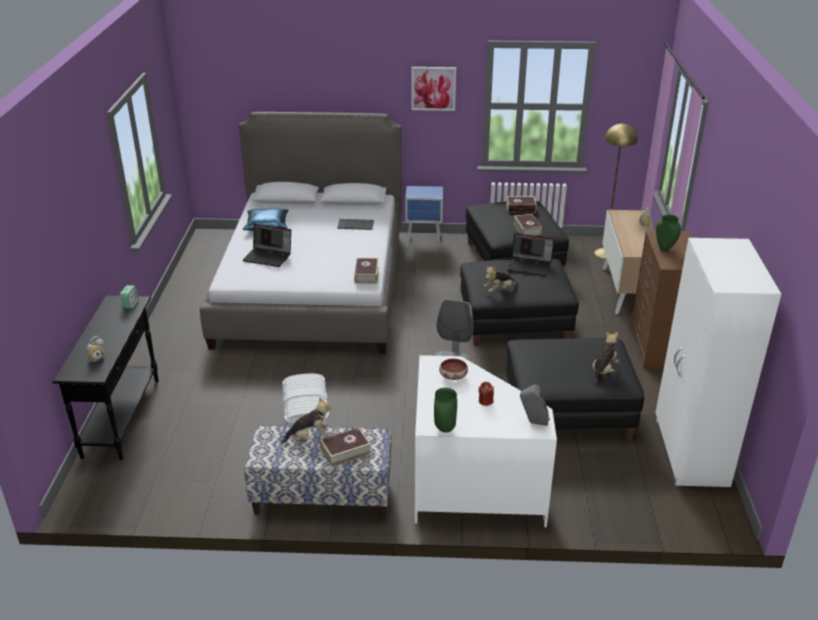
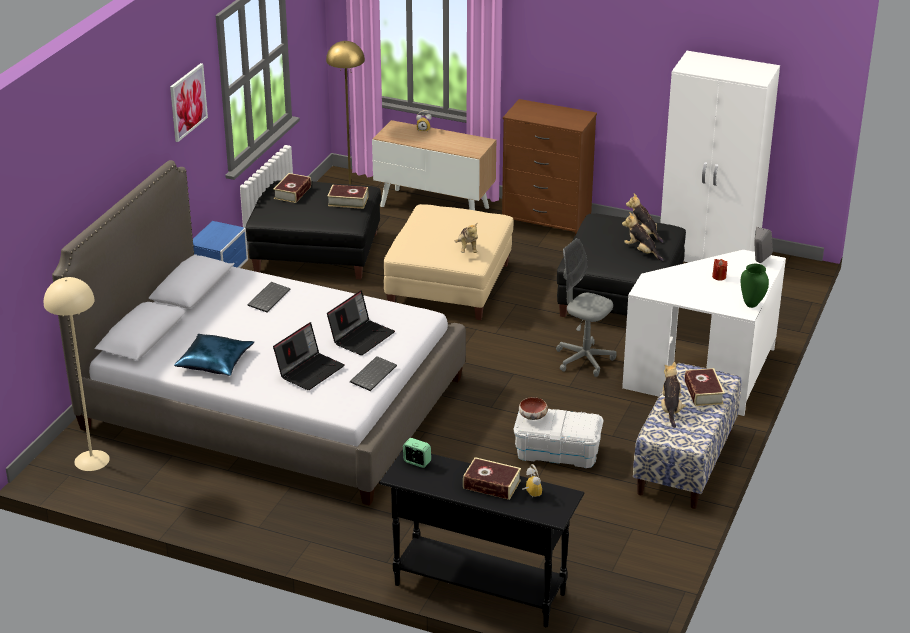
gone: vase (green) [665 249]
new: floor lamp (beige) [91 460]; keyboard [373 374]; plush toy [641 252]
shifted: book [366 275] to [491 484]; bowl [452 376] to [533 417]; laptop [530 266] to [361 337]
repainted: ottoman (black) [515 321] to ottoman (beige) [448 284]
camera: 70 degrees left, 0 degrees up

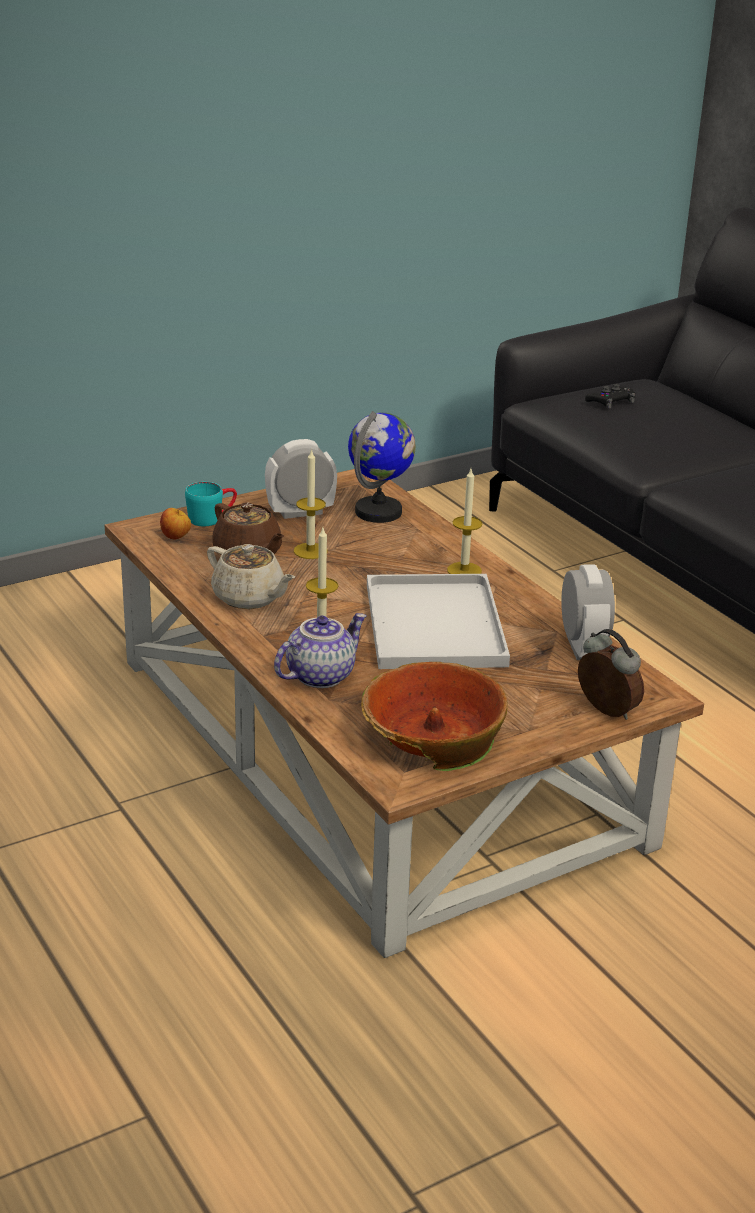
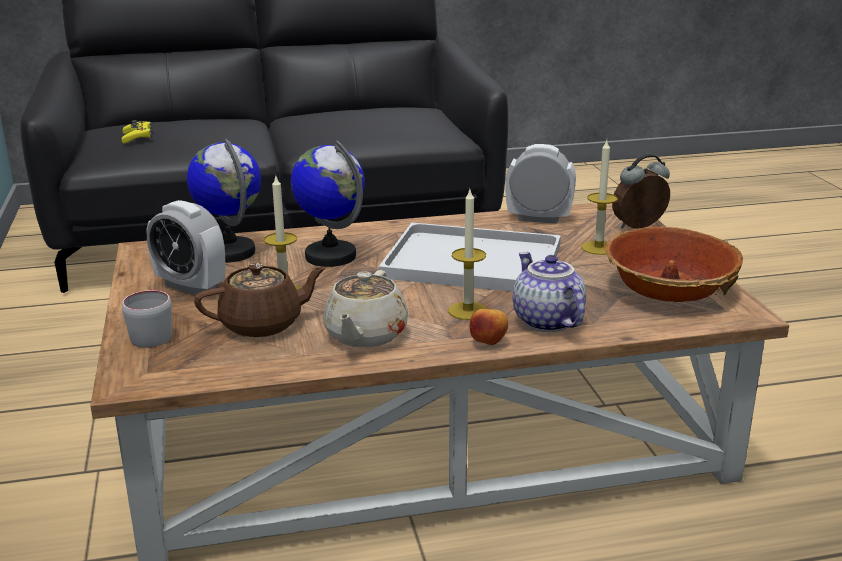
new: globe [330 256]
shifted: apple [176 538] to [488 343]; candle [464 570] to [598 248]
repainted: mug (turquoise) [212 517] to mug (grey) [151 333]; game controller (black) [610 402] to game controller (yellow) [137 137]
rotated: teapot (beige) [249 598] = [365 335] 135 degrees clockwise; alarm clock [300 512] = [190 286] 60 degrees counterclockwise
camera: 70 degrees left, 5 degrees down

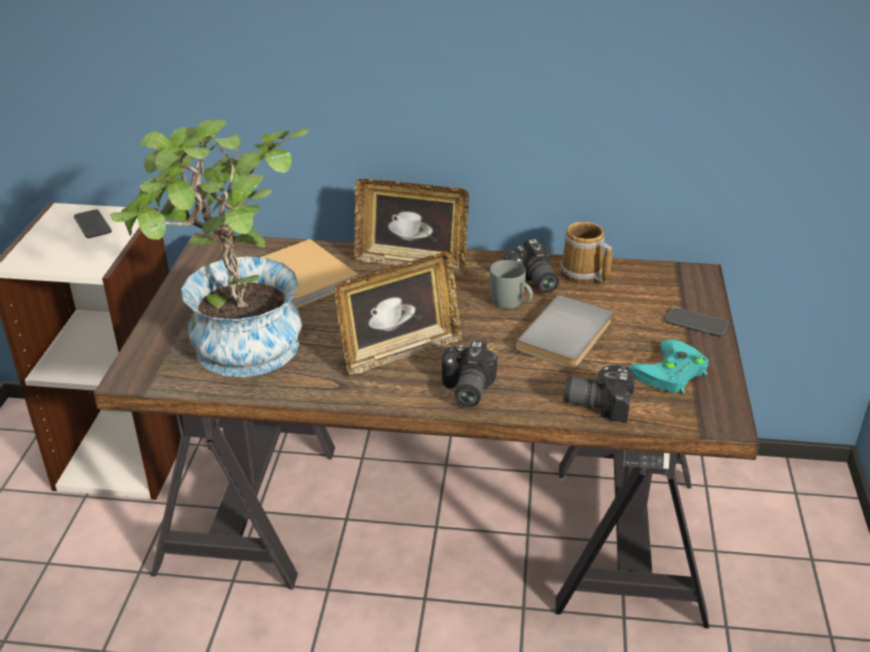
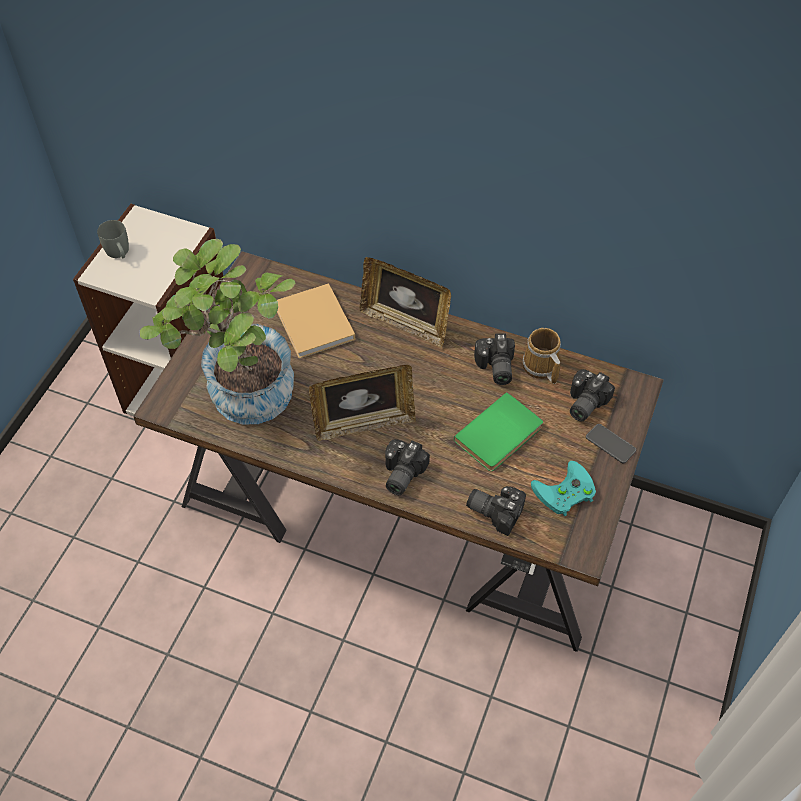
gone: phone [92 225]
new: photo camera [583 403]
shifted: mug (grey) [511 303] to [119 253]
repainted: book (grey) [568 336] to book (green) [500 435]
camera: 15 degrees right, 20 degrees up

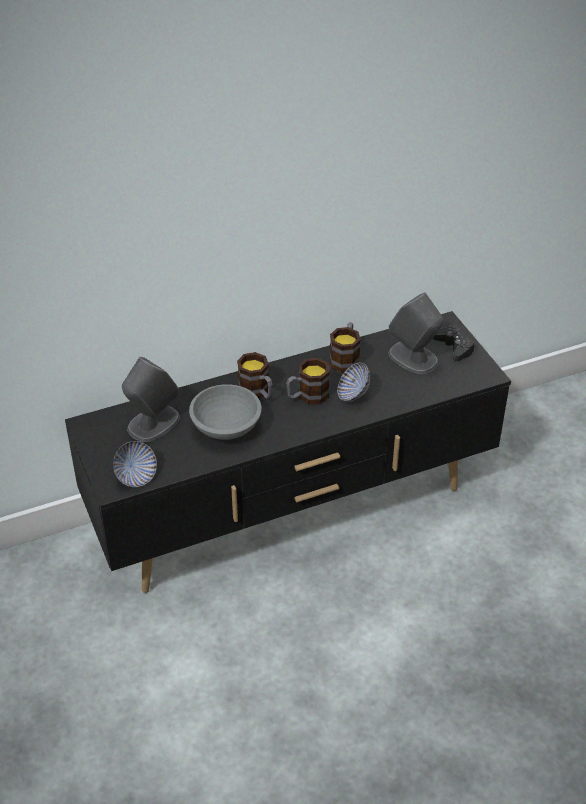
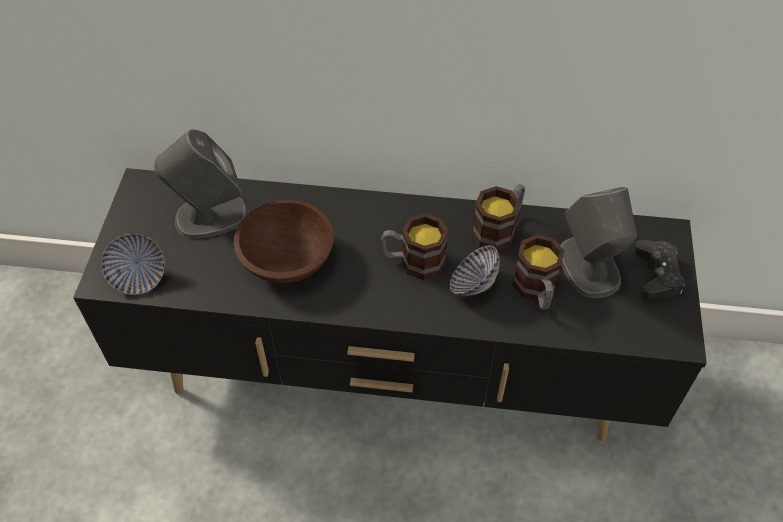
shifted: mug [257 392] to [536 291]
repainted: bowl (grey) [227 427] to bowl (brown) [287 260]
camera: 30 degrees right, 10 degrees up

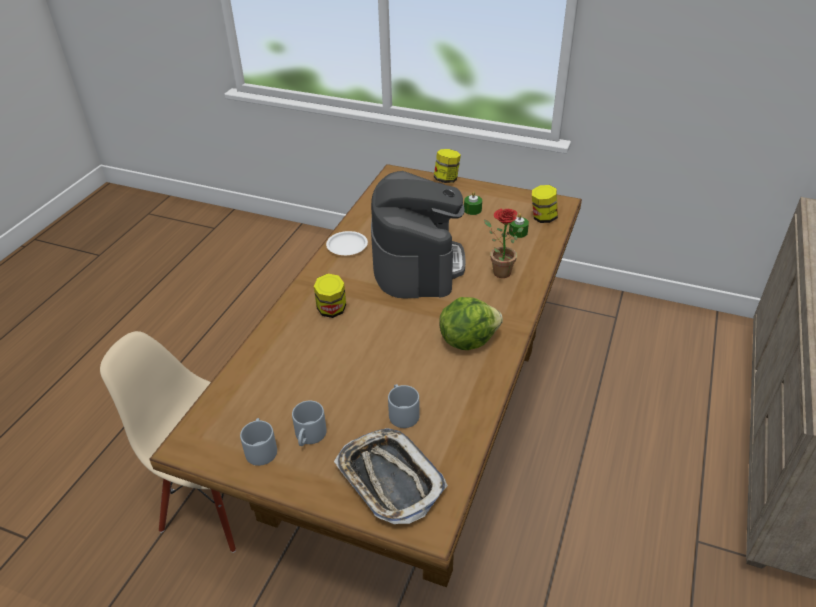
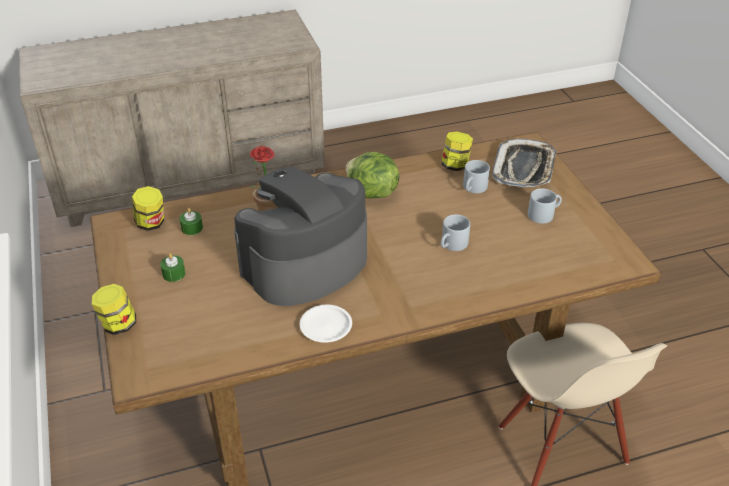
shifted: mug (grey) [260 448] to [452 245]; jar [332 310] to [455 166]
camera: 130 degrees left, 0 degrees up

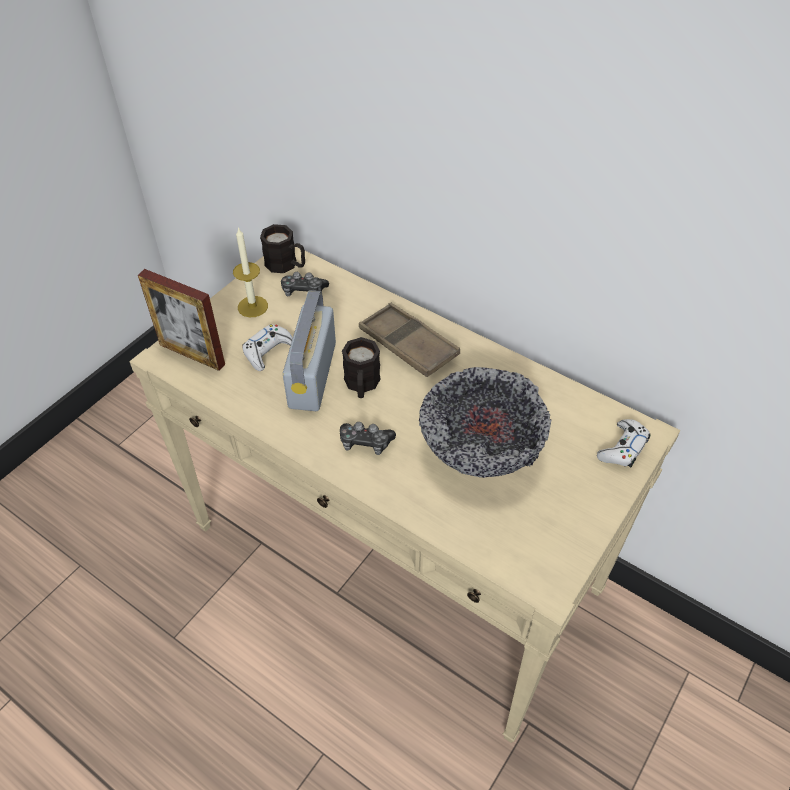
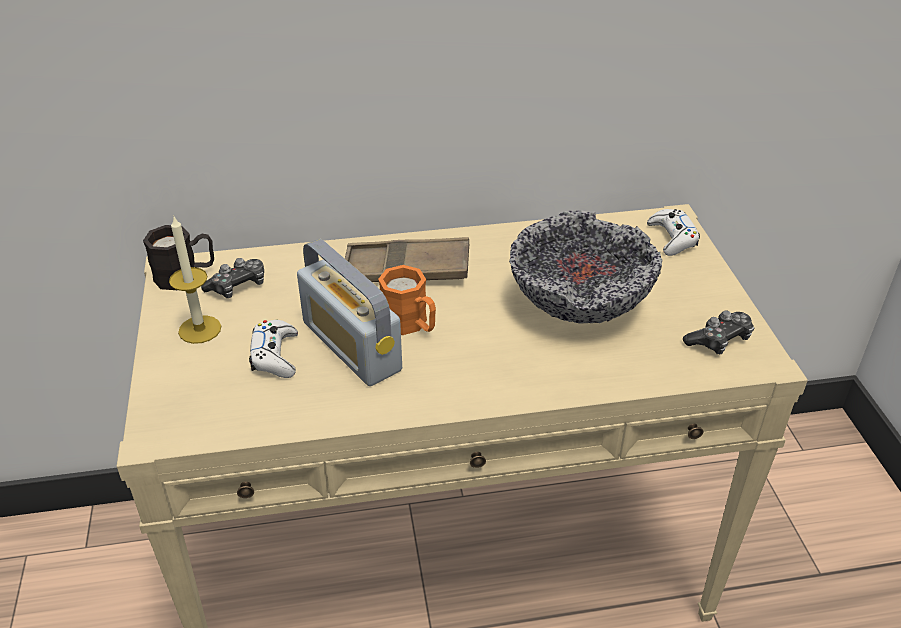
gone: picture frame [192 354]
shifted: game controller [365 443] to [719 340]
repainted: mug (black) [361 385] to mug (orange) [411 324]
camera: 45 degrees left, 10 degrees down

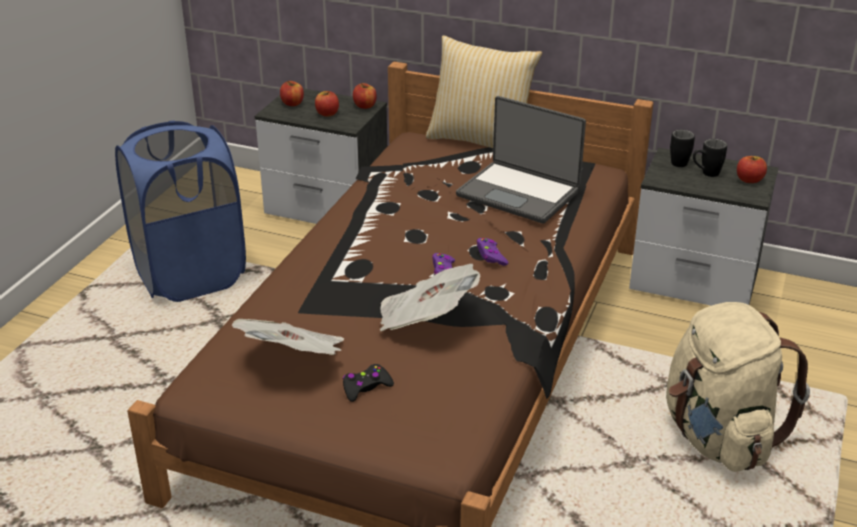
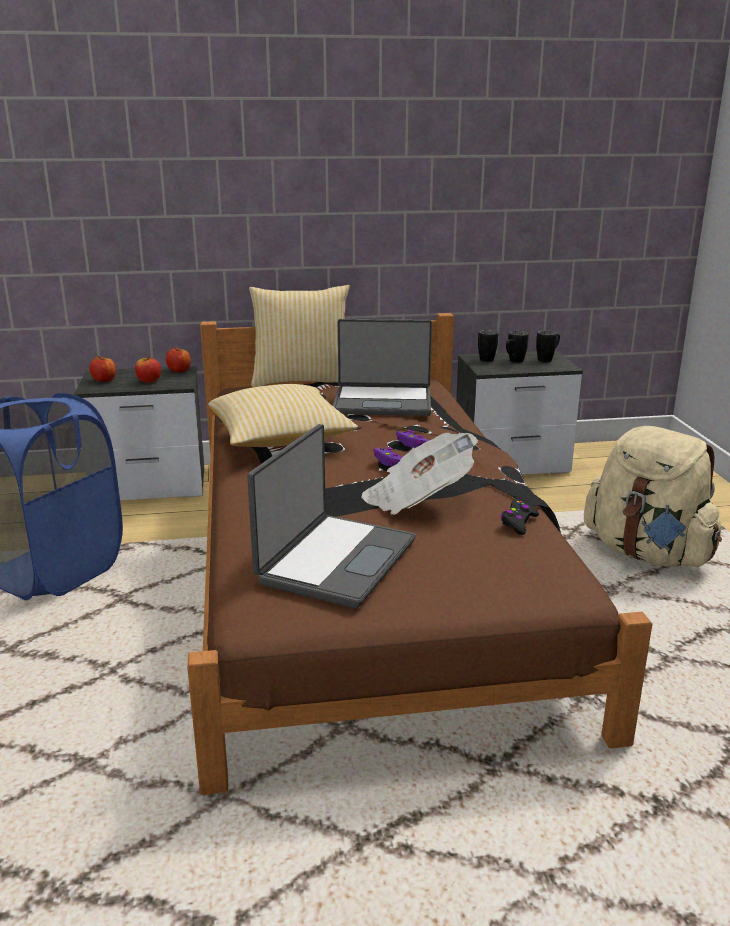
new: pillow [280 439]
shifted: game controller (black) [366 387] to [518 523]
swapped: newspaper [295 359] to laptop [335 560]; apple [749 180] to mug (black) [548 359]
camera: 30 degrees left, 10 degrees down

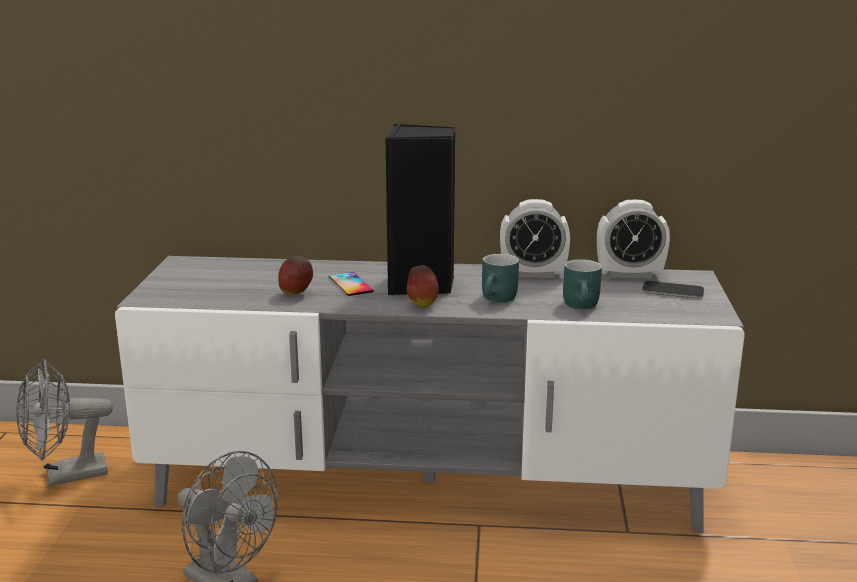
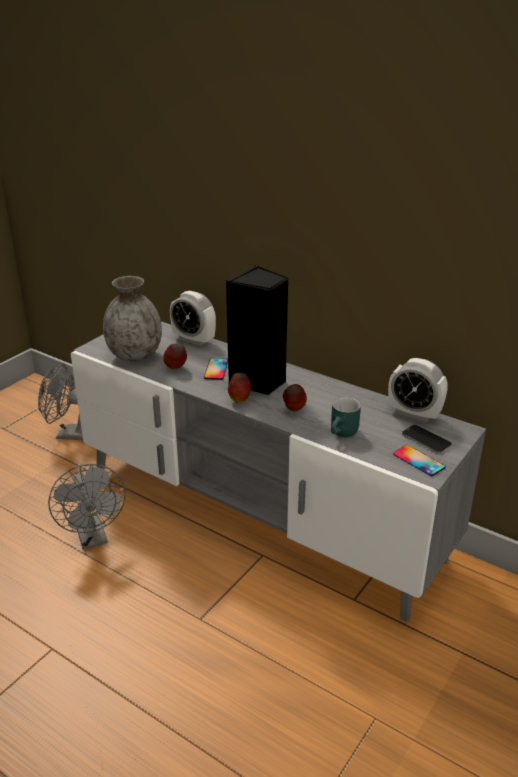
new: vase (grey) [135 355]; phone [418 460]
shifted: alarm clock [533 274] to [193 340]
swapped: mug (turquoise) [499 299] to apple [294 410]
camera: 30 degrees right, 10 degrees up

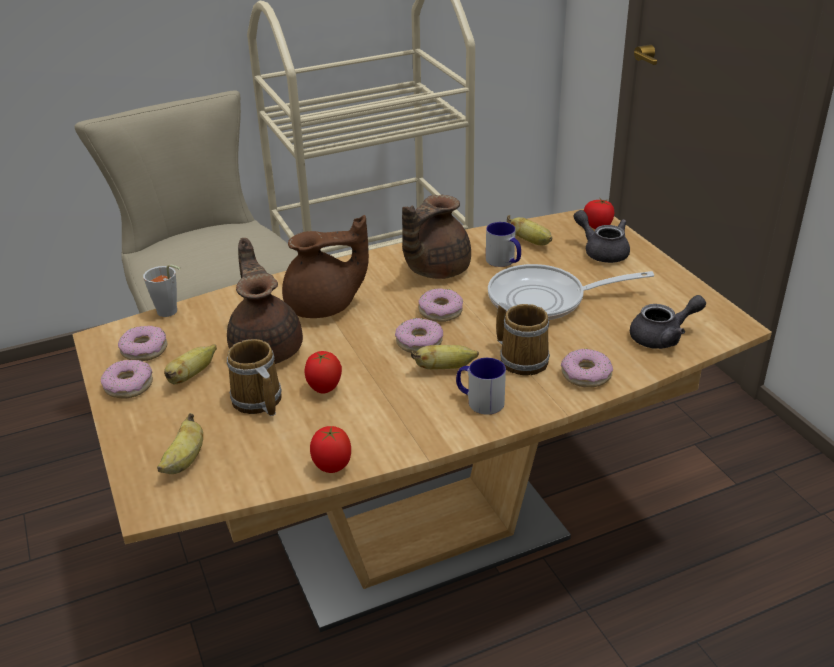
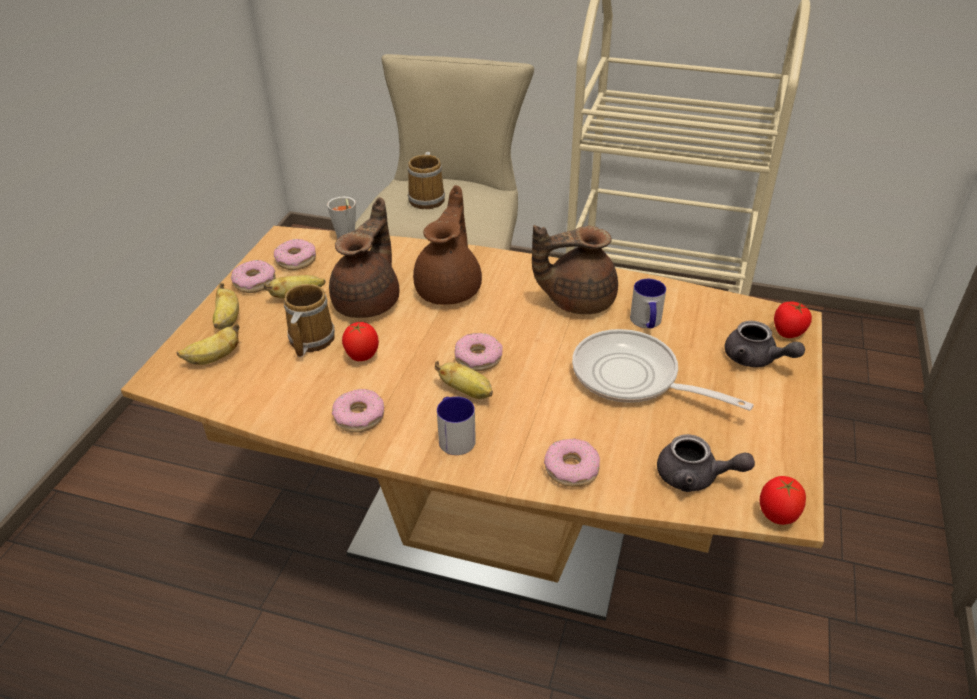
shifted: tomato [332 467] to [776 517]; donut [440 311] to [359 416]; mug [522 359] to [428 198]; banana [531 242] to [227 320]
rotated: teapot (brown) [324 307] = [450 289] 105 degrees counterclockwise; teapot (grey) [602 251] = [755 359] 135 degrees clockwise
camera: 40 degrees right, 5 degrees up

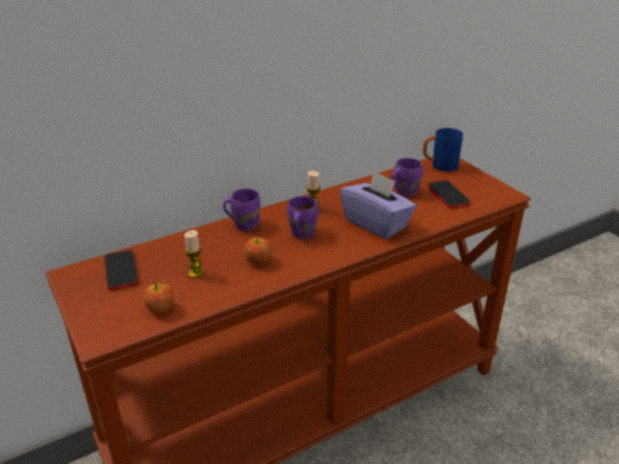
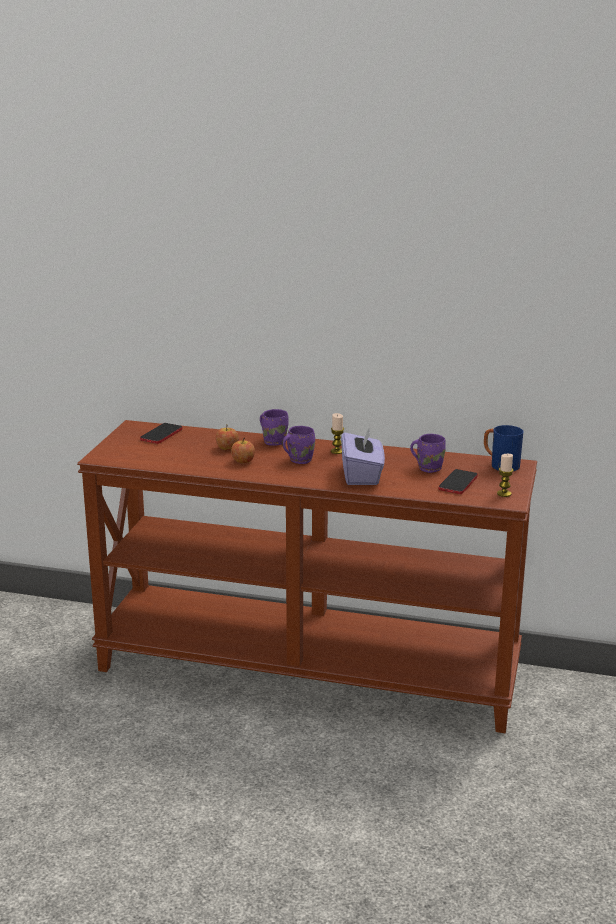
shifted: apple [160 309] to [227 448]; candle [196 273] to [504 494]
camera: 45 degrees right, 10 degrees down

